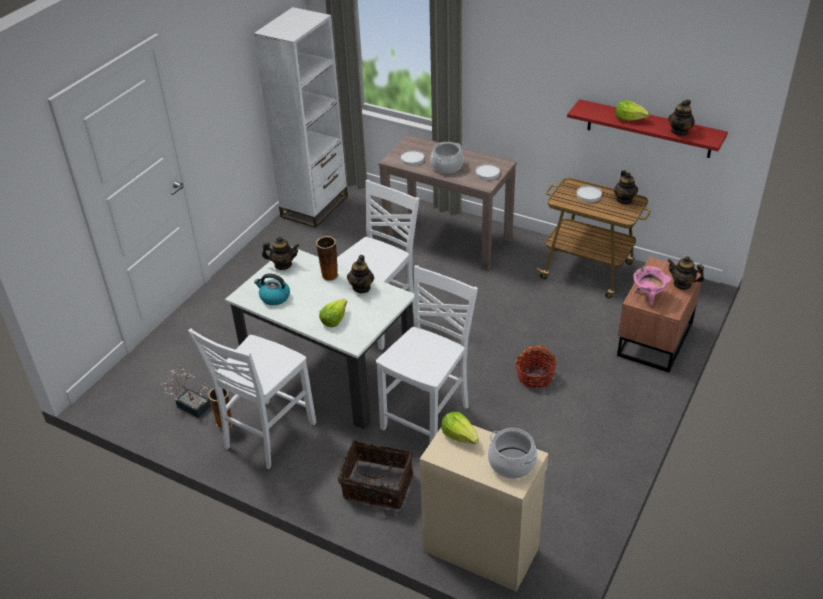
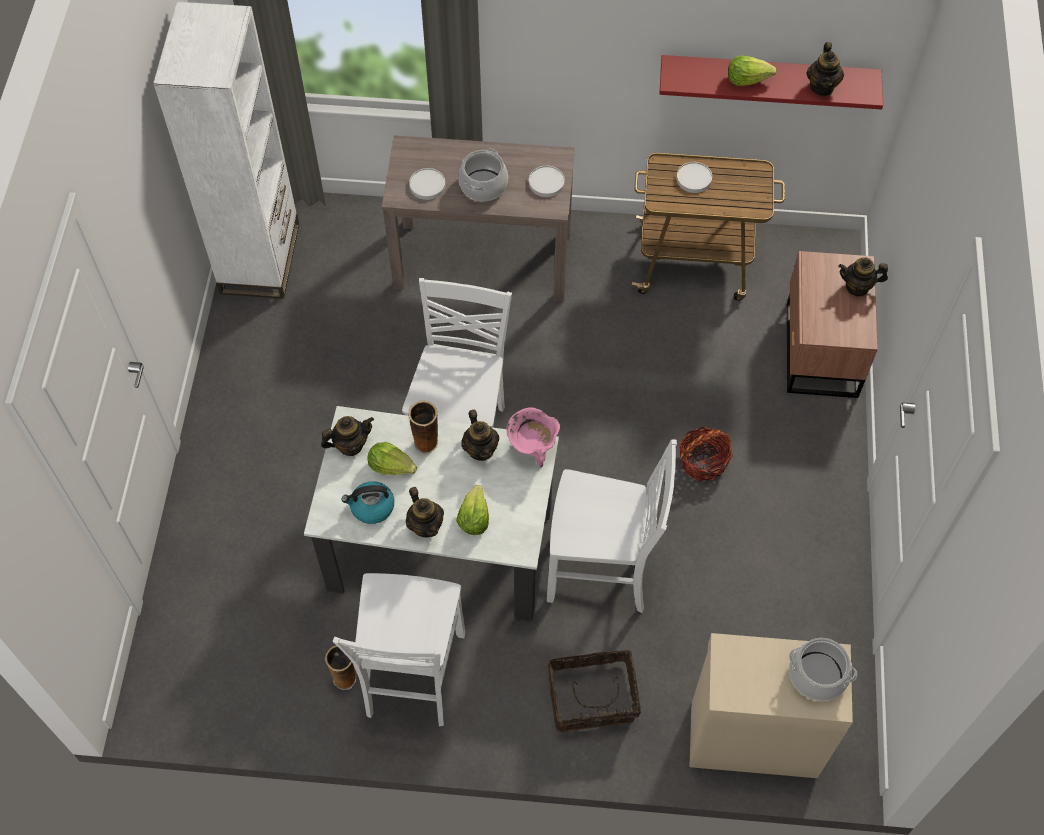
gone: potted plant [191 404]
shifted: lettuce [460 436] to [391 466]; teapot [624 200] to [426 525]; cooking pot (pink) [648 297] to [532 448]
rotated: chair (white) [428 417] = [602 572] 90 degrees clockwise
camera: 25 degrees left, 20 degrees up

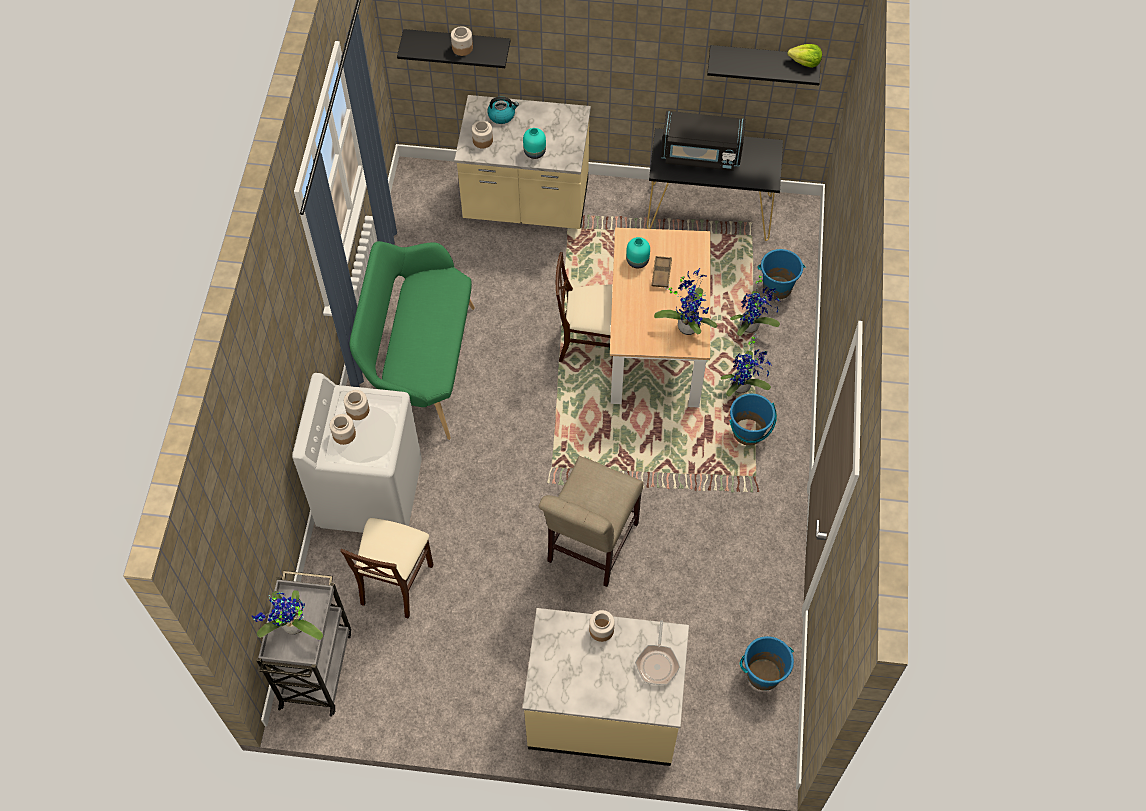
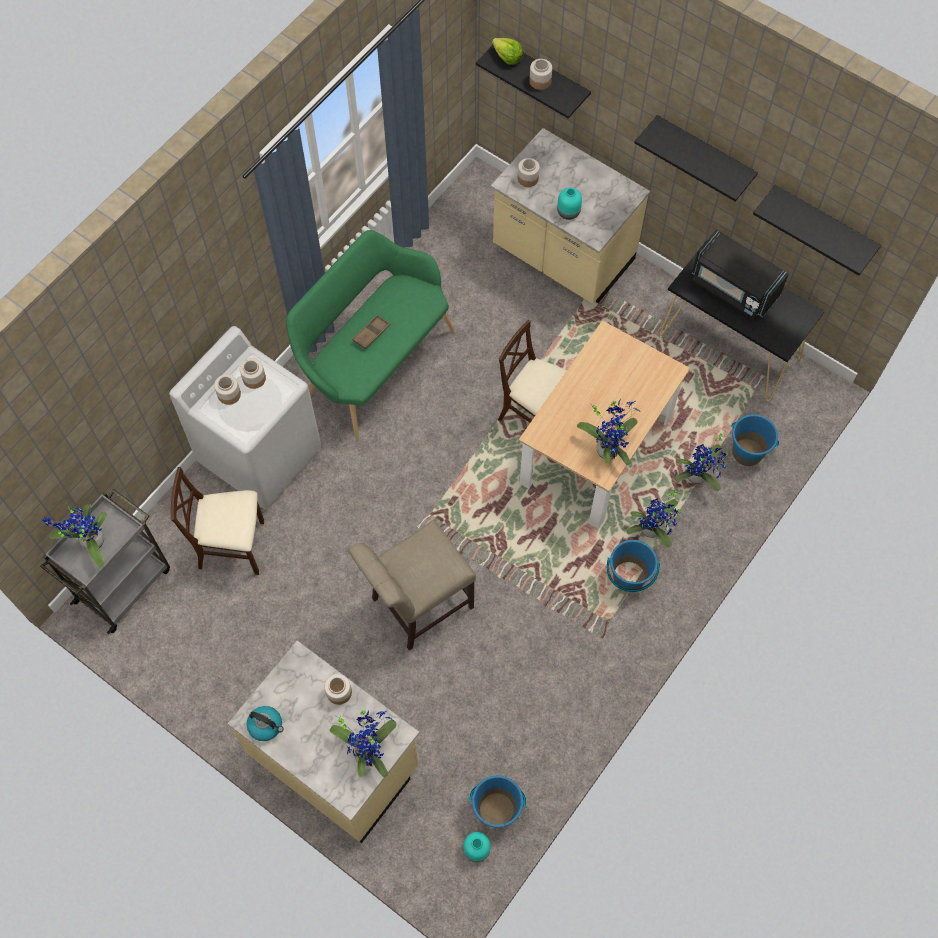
new: shelf (black) [704 154]
shifted: kettle [502 115] to [266 725]; vase (turquoise) [637 260] to [477 849]; tray (brown) [661 273] to [371 333]; lettuce [805 62] to [507 57]
swapped: frying pan [657 663] to potted plant [368 751]
rotated: chair (beige) [395 582] = [233 546] 45 degrees clockwise
camera: 30 degrees right, 5 degrees up

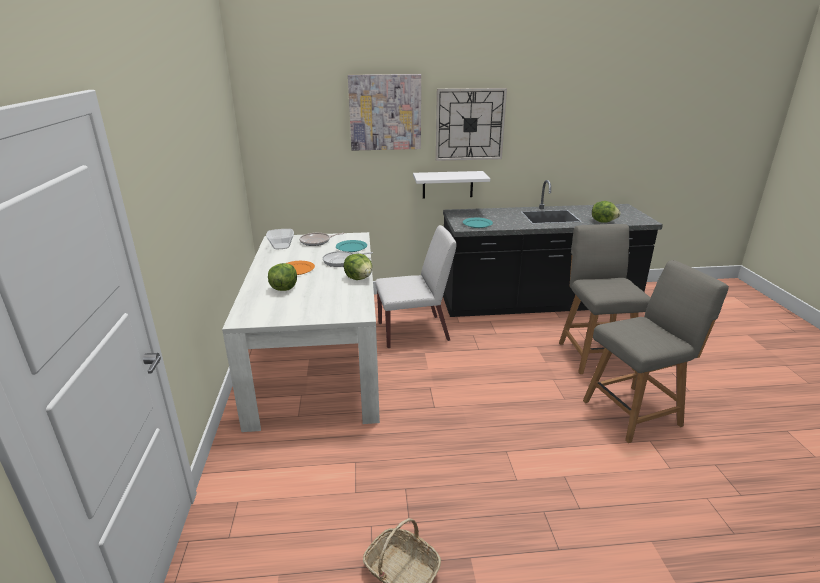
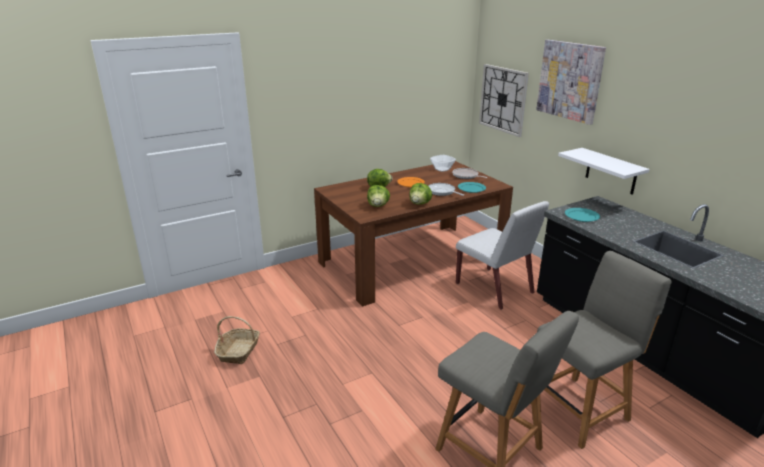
shifted: wall clock [470 124] to [503 99]; lettuce [603 221] to [378 206]
repainted: dining table (white) [318 360] to dining table (brown) [411 261]
camera: 65 degrees right, 0 degrees up

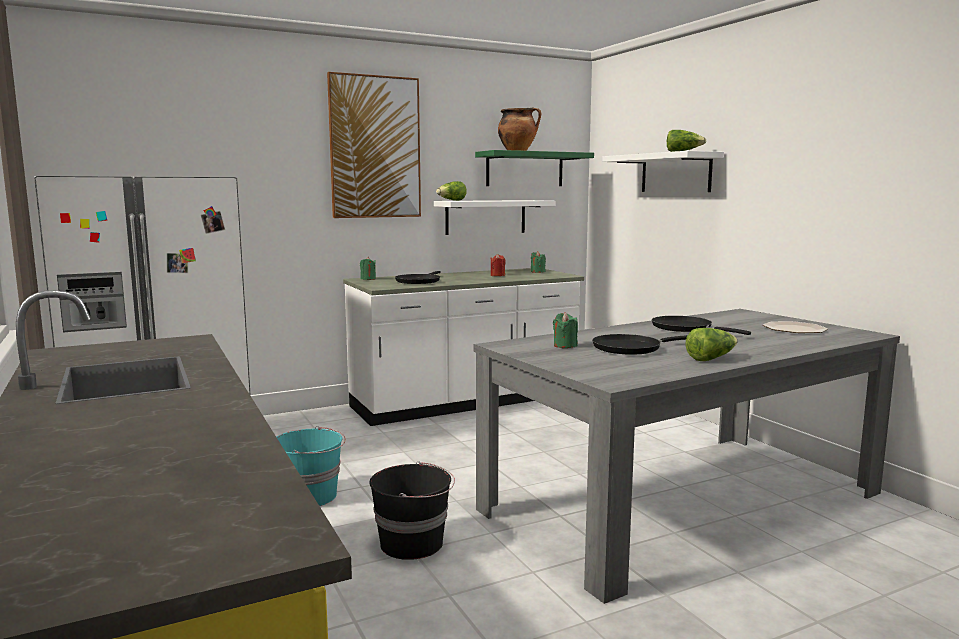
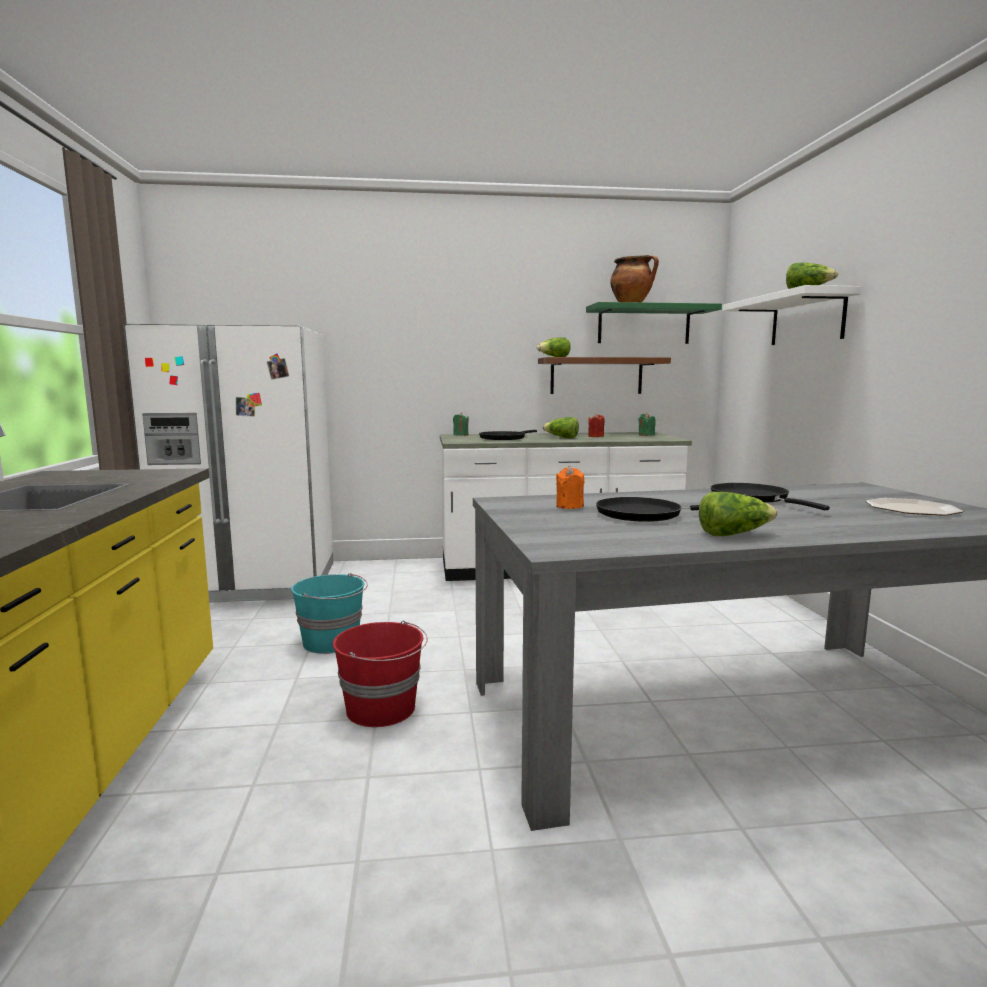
gone: picture [375 147]
new: lettuce [561 438]
repainted: bucket (black) [413 543] to bucket (red) [382 709]; shelf (white) [485 217] to shelf (brown) [596 376]; candle (green) [565 345] to candle (orange) [569 506]
camera: 20 degrees right, 0 degrees up

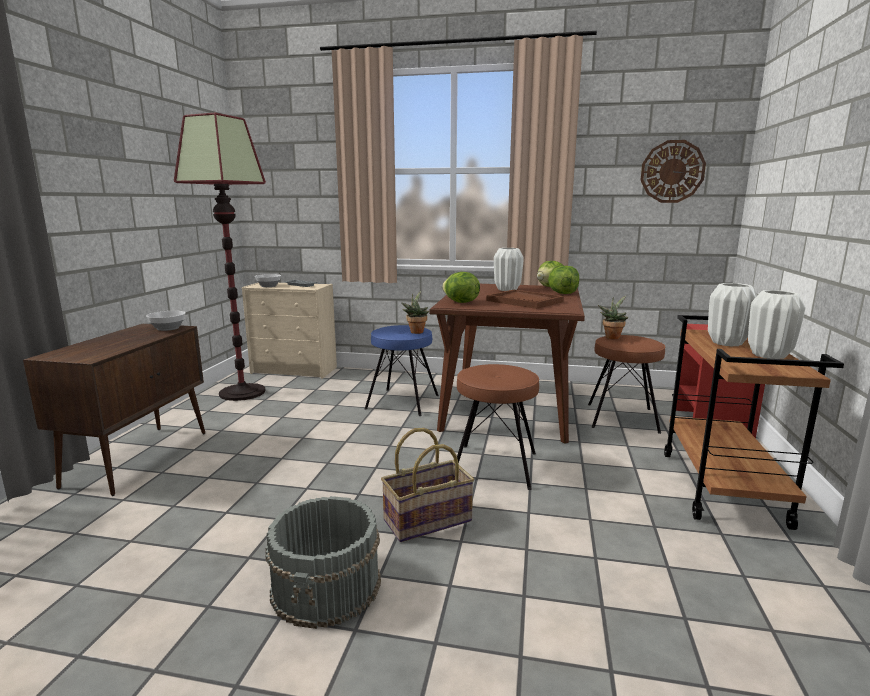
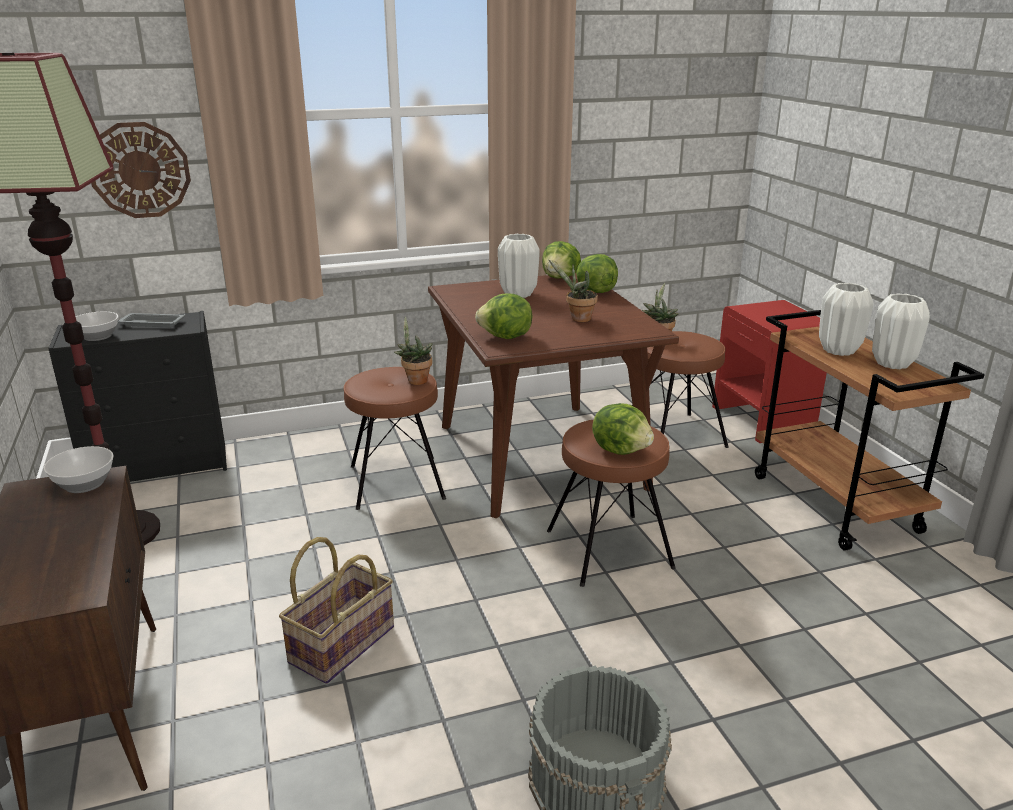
new: lettuce [621 450]
shifted: basket [427 519] to [341 643]; wall clock [672 171] to [139 170]
swapped: tray (brown) [525 301] to potted plant [577 319]
repainted: dresser (beige) [295 370] to dresser (black) [160 465]; stool (blue) [402 402] to stool (brown) [396 482]
camera: 30 degrees left, 10 degrees up

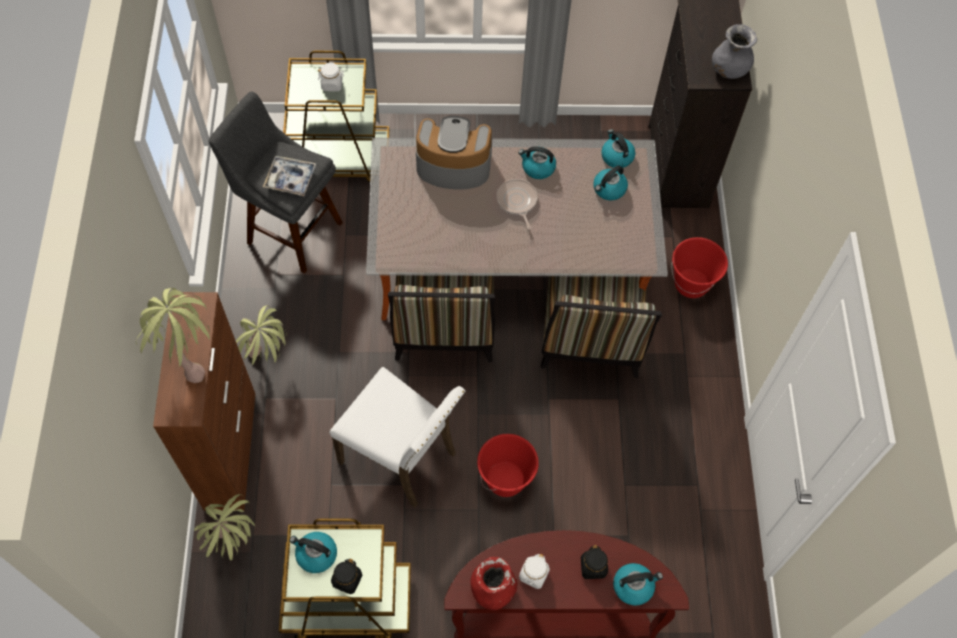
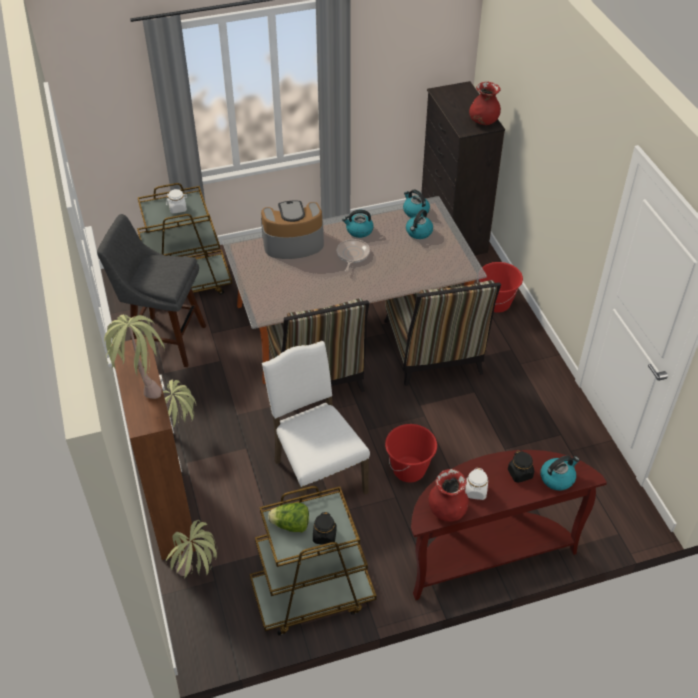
gone: tray [290 179]
swapped: kettle [316 555] to lettuce [291 525]
repainted: vase (grey) [729 70] to vase (red) [483 121]
rotated: chair (white) [401 456] = [317 476] 135 degrees counterclockwise; frying pan [517 201] = [352 255] 45 degrees clockwise
camera: 15 degrees left, 15 degrees down

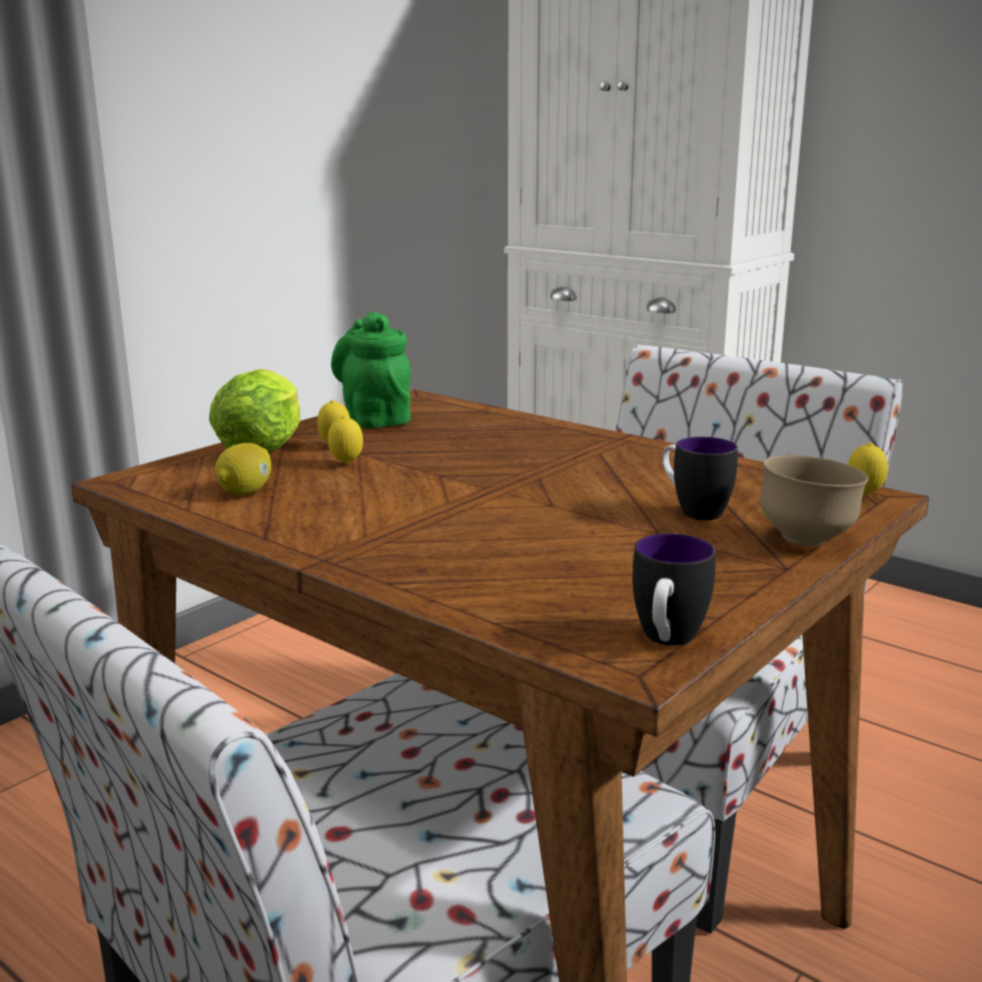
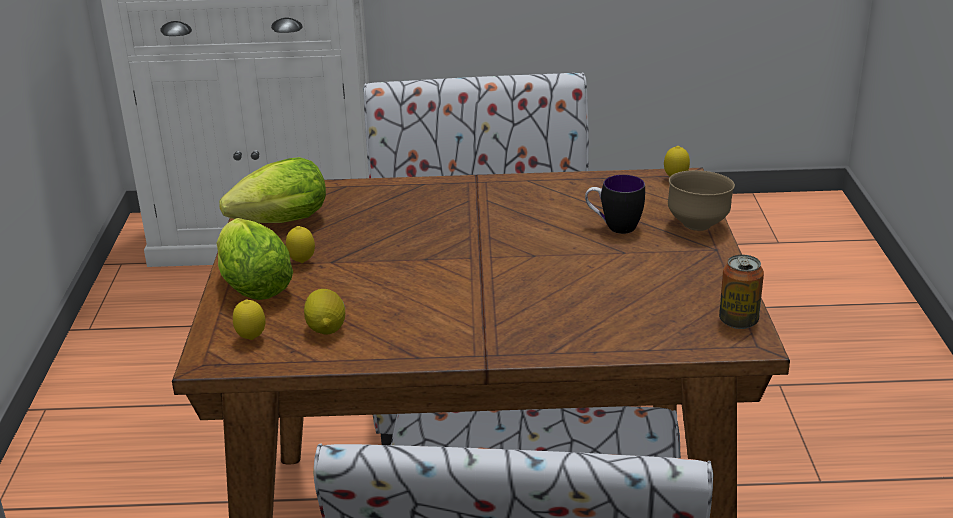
shifted: lemon [346 464] to [251 339]
swapped: teapot (green) [375 418] to lettuce [275 224]; mug [666 641] to can [738 321]
camera: 40 degrees left, 10 degrees up

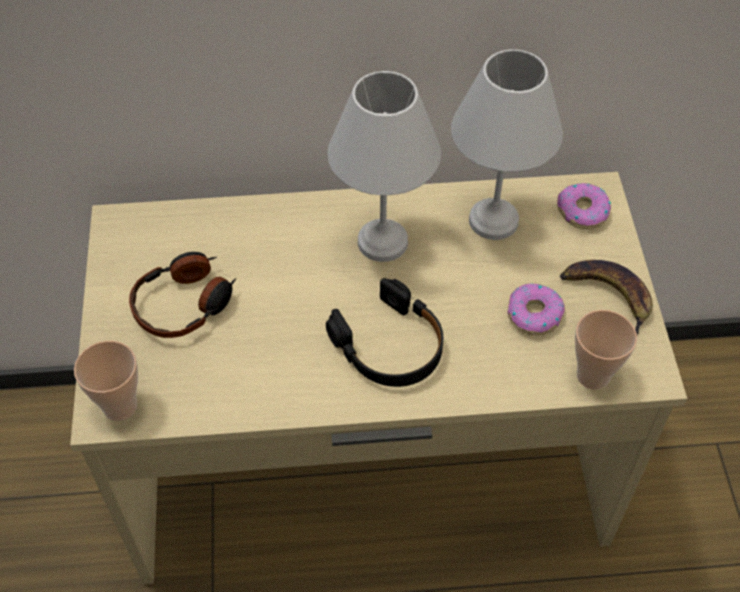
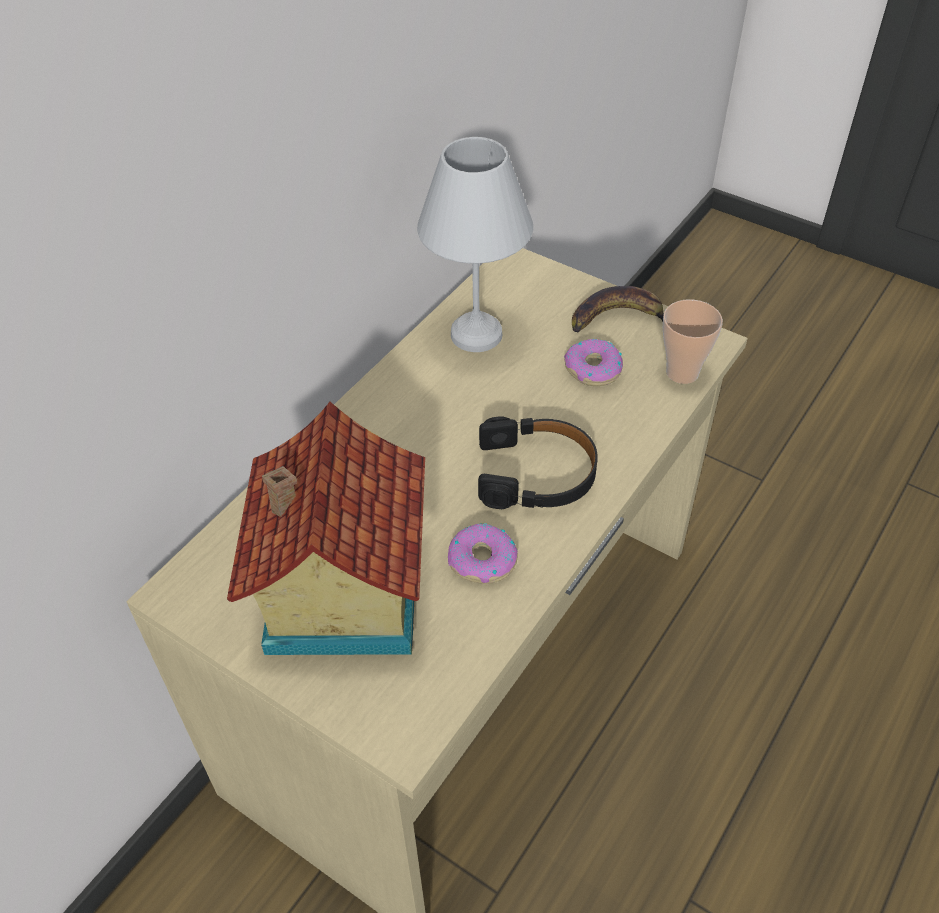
gone: cup [120 406]; table lamp (white) [381 240]
shifted: donut [582 211] to [482 560]
swapped: headphones [185 304] to toy house [338 593]
camera: 50 degrees left, 5 degrees down

